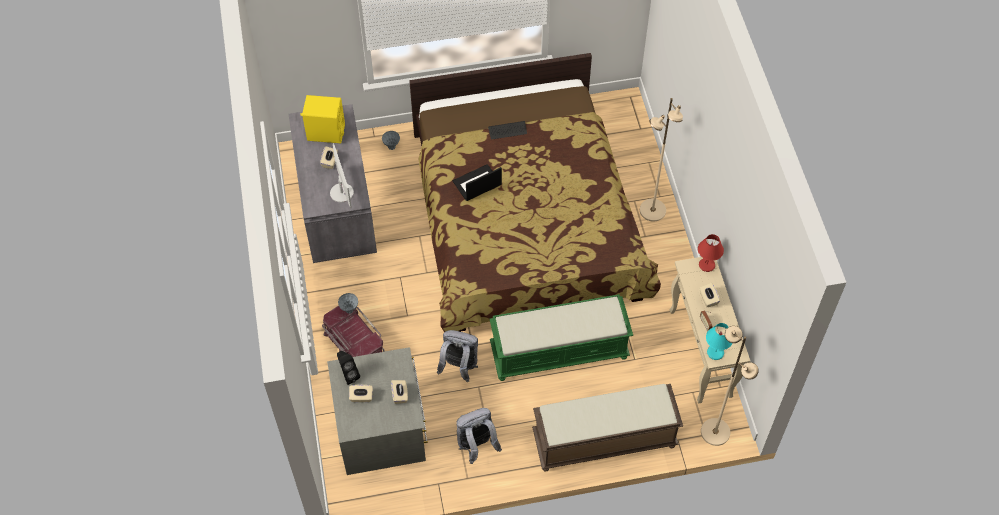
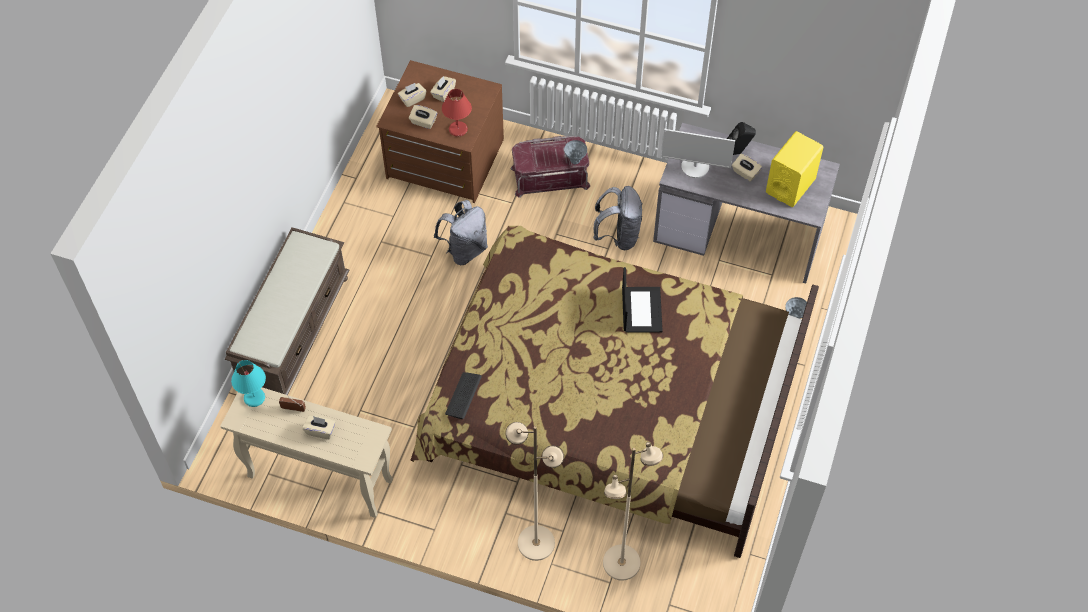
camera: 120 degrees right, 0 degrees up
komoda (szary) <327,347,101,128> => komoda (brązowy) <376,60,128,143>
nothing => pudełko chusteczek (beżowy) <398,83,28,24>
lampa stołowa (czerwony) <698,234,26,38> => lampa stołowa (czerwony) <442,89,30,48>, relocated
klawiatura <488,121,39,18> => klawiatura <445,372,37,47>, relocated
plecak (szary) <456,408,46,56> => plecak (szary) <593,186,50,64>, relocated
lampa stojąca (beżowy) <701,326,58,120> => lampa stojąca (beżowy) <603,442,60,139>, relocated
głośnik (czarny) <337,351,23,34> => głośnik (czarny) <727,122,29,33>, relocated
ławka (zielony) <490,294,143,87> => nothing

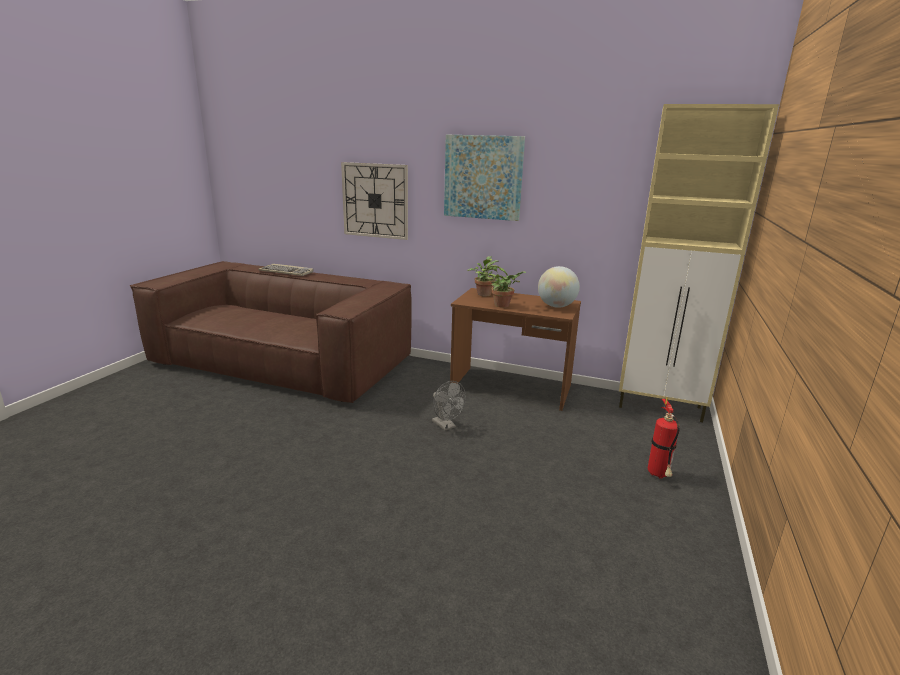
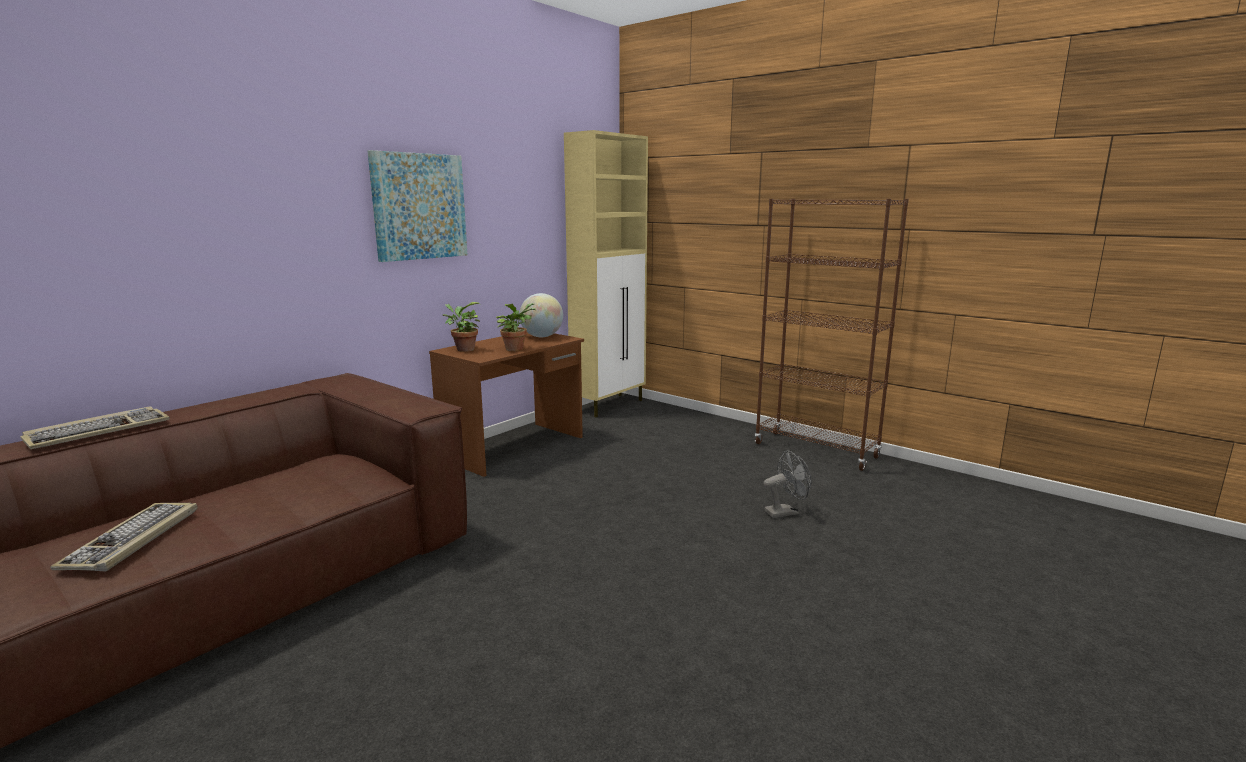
camera: 70 degrees left, 5 degrees down
nothing => klawiatura <50,503,148,68>
nothing => regał (brązowy) <755,199,154,272>
wentylator (szary) <432,381,34,50> => wentylator (szary) <764,450,47,68>, relocated
zegar ścienny <341,162,67,78> => nothing
gaśnica <648,398,32,81> => nothing

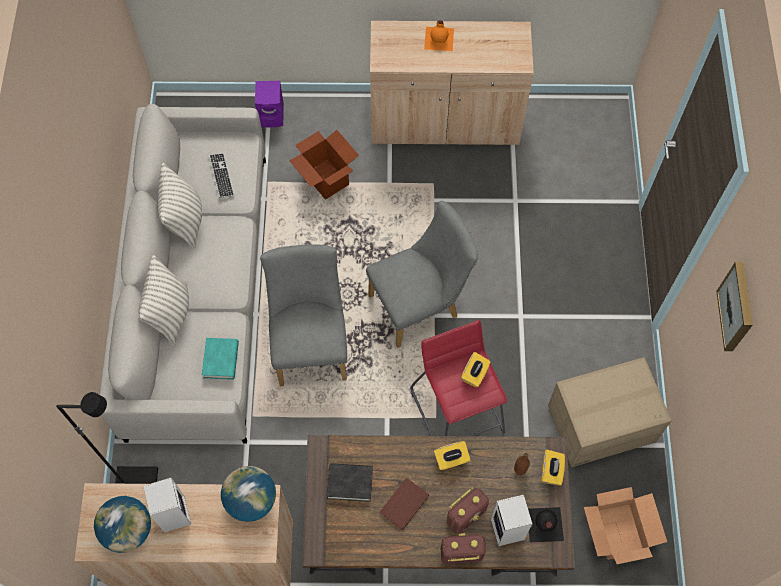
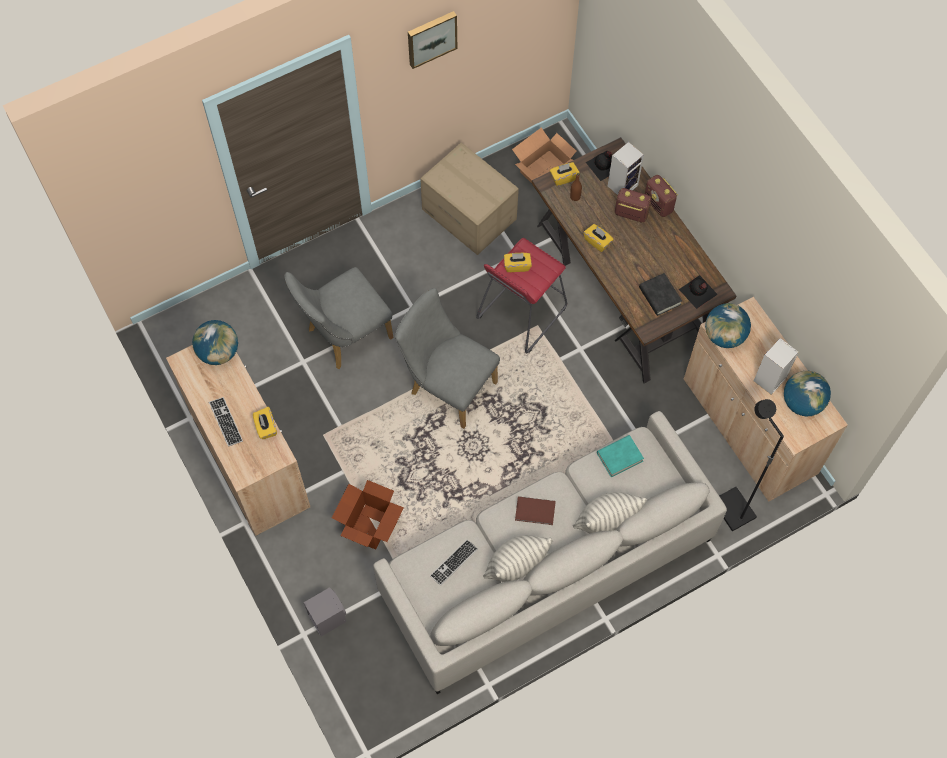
camera: 120 degrees left, 0 degrees up
nothing => globus <192,320,46,45>
butelka (pomarańczowy) <424,20,30,31> => klawiatura <209,397,34,50>
nothing => pudełko chusteczek (żółty) <253,407,24,32>
krzesło (szary) <260,244,87,142> => krzesło (szary) <284,267,110,102>, relocated
głośnik (fioletowy) <255,81,29,46> => głośnik (szary) <304,587,43,49>
książka (brązowy) <380,478,49,52> => książka (brązowy) <515,496,41,29>, relocated
nothing => butelka (czarny) <679,275,39,34>

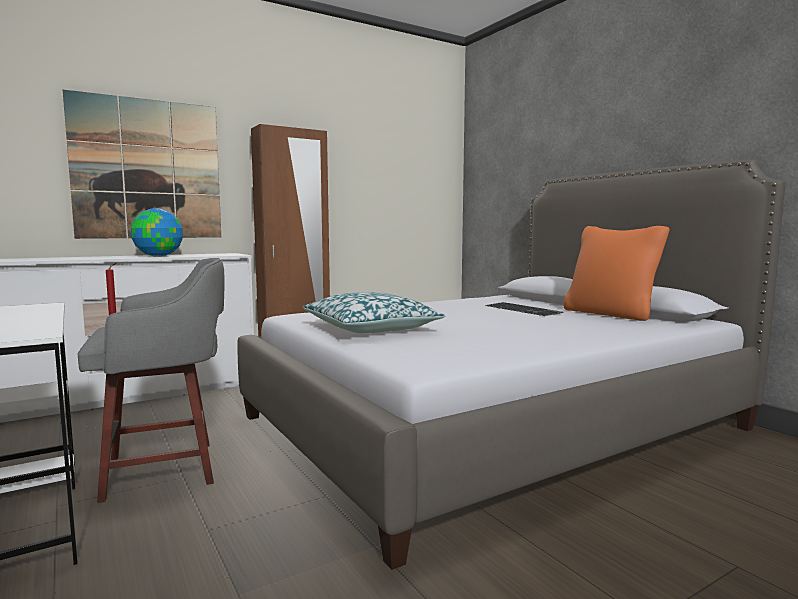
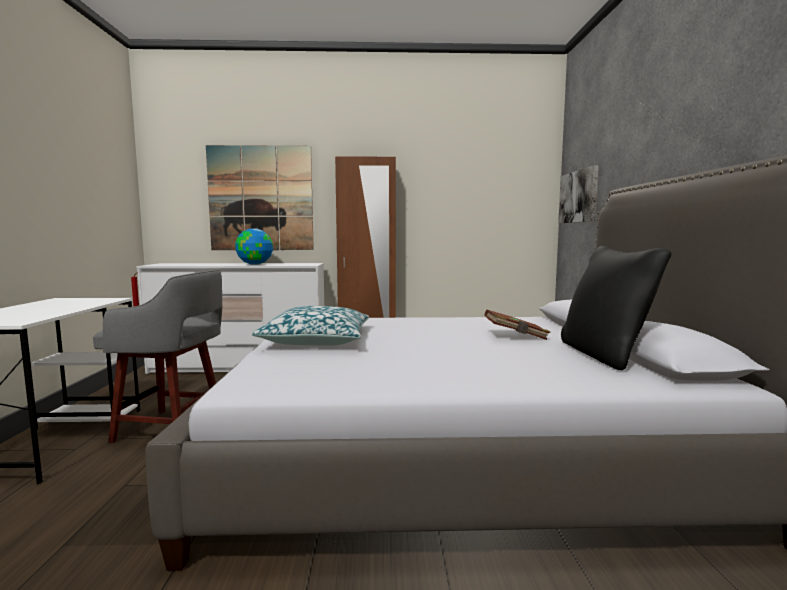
camera: 30 degrees right, 0 degrees up
klawiatura <485,302,78,14> => książka (brązowy) <484,310,67,30>
nothing => obraz <558,165,41,58>
poduszka (pomarańczowy) <563,226,107,95> => poduszka (czarny) <561,246,110,124>

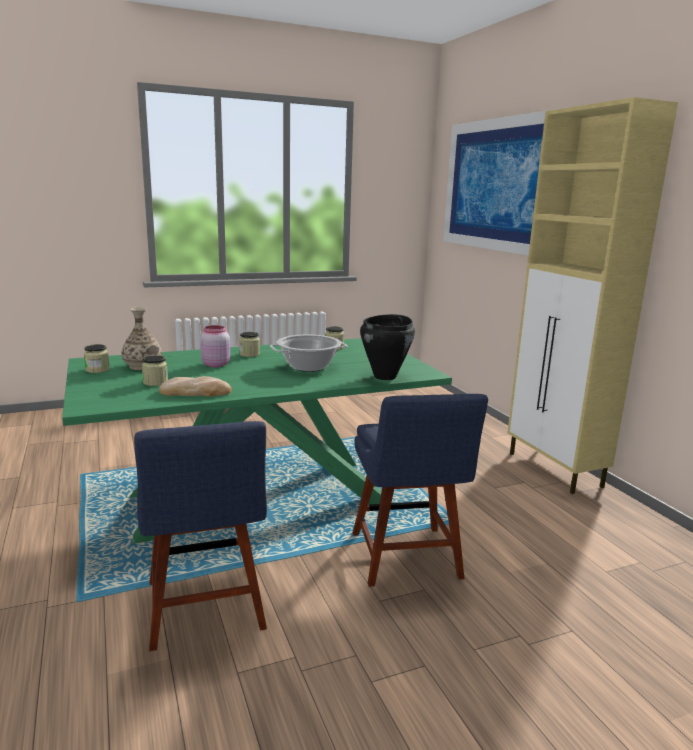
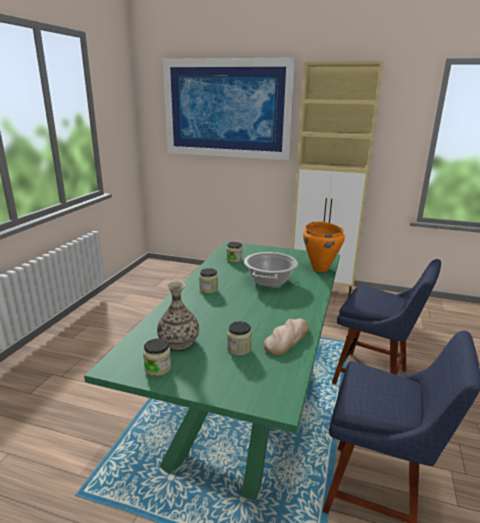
camera: 50 degrees left, 5 degrees up
garnek (czarny) <360,314,55,66> => garnek (pomarańczowy) <303,221,42,51>
słoik (różowy) <200,325,30,42> => nothing

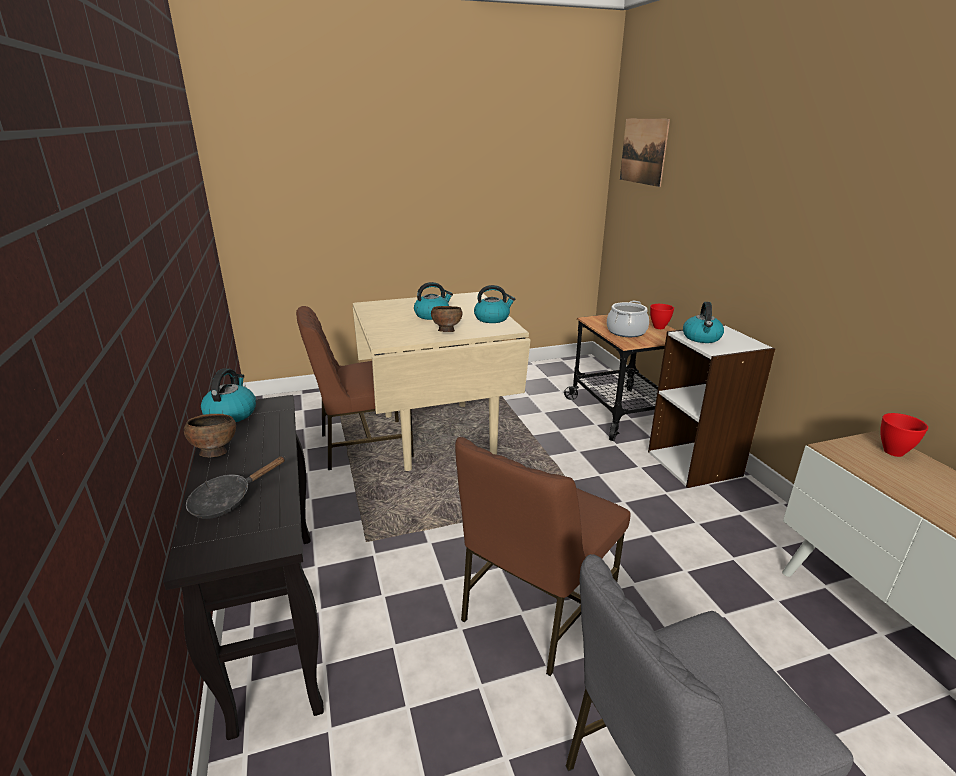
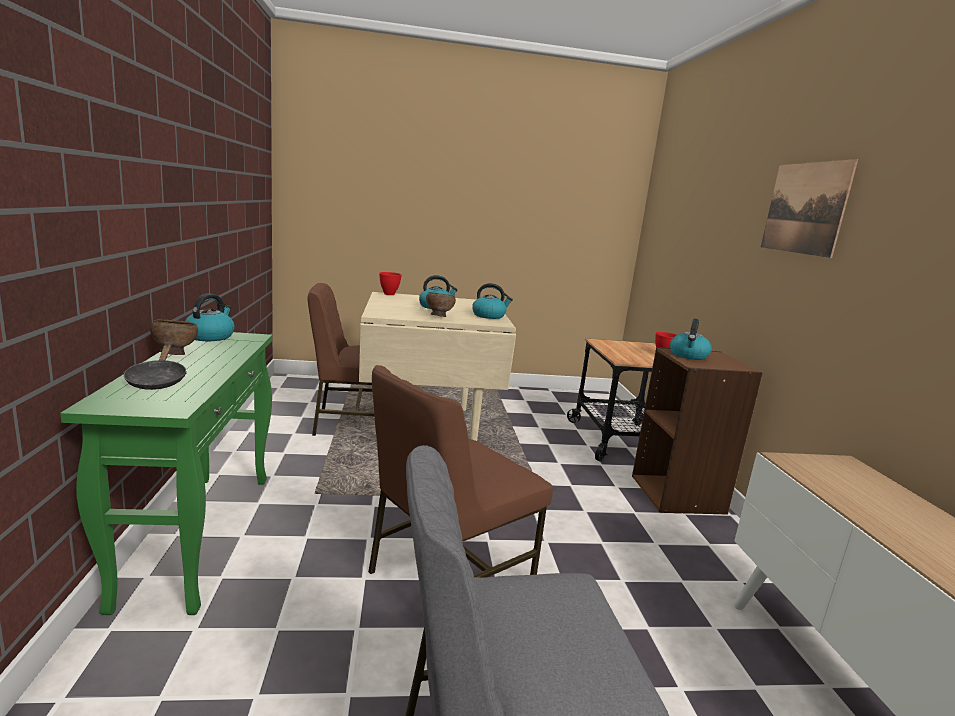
camera: 10 degrees right, 10 degrees down
stolik konsolowy (czarny) <163,395,161,345> => stolik konsolowy (zielony) <60,332,212,283>
patelnia (czarny) <186,456,99,63> => patelnia (czarny) <123,345,64,45>, 75 degrees counterclockwise
miska (czerwony) <880,413,48,44> => miska (czerwony) <379,272,23,23>, relocated
regał (biały) <648,325,127,163> => regał (brązowy) <632,347,131,168>
obraz <620,119,50,68> => obraz <761,159,97,99>, relocated
garnek <607,301,42,36> => nothing

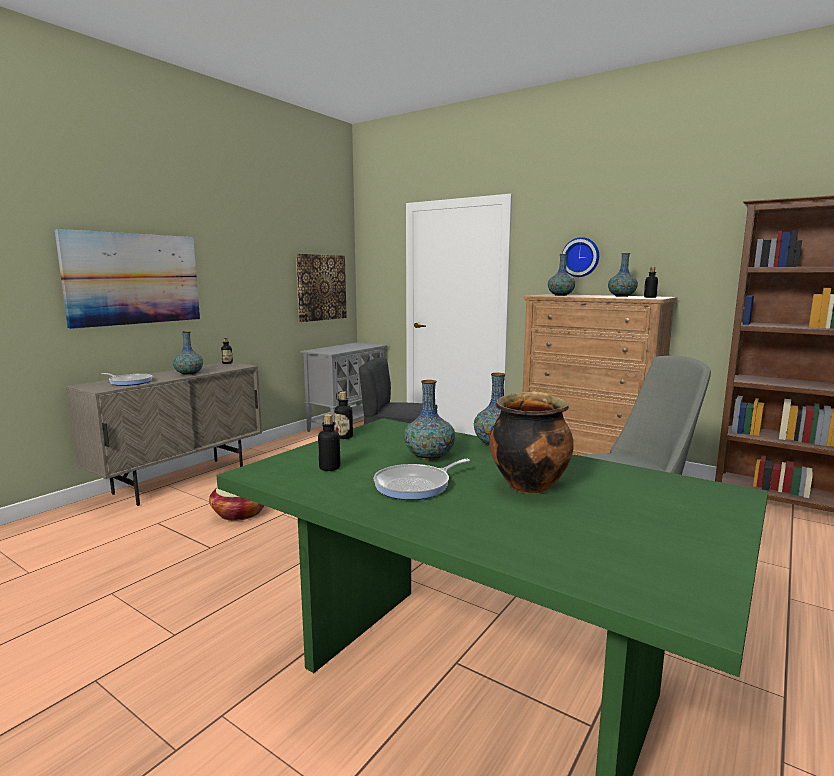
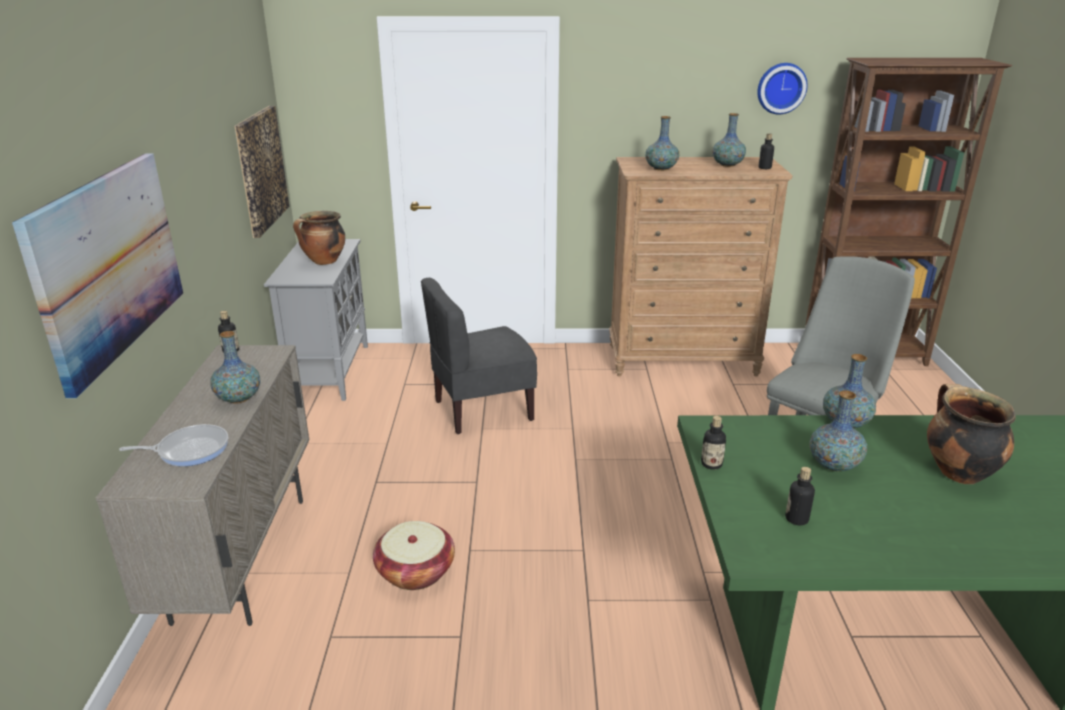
camera: 35 degrees left, 15 degrees up
nothing => garnek <293,211,52,54>
zegar ścienny <562,237,37,40> => zegar ścienny <757,63,51,51>, relocated
patelnia <374,459,96,41> => nothing

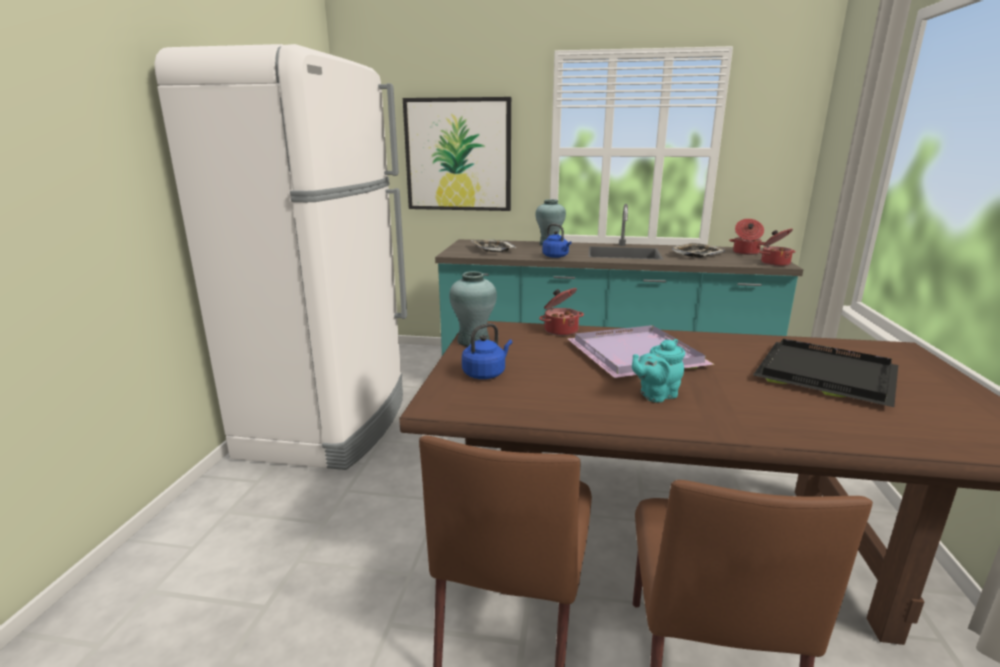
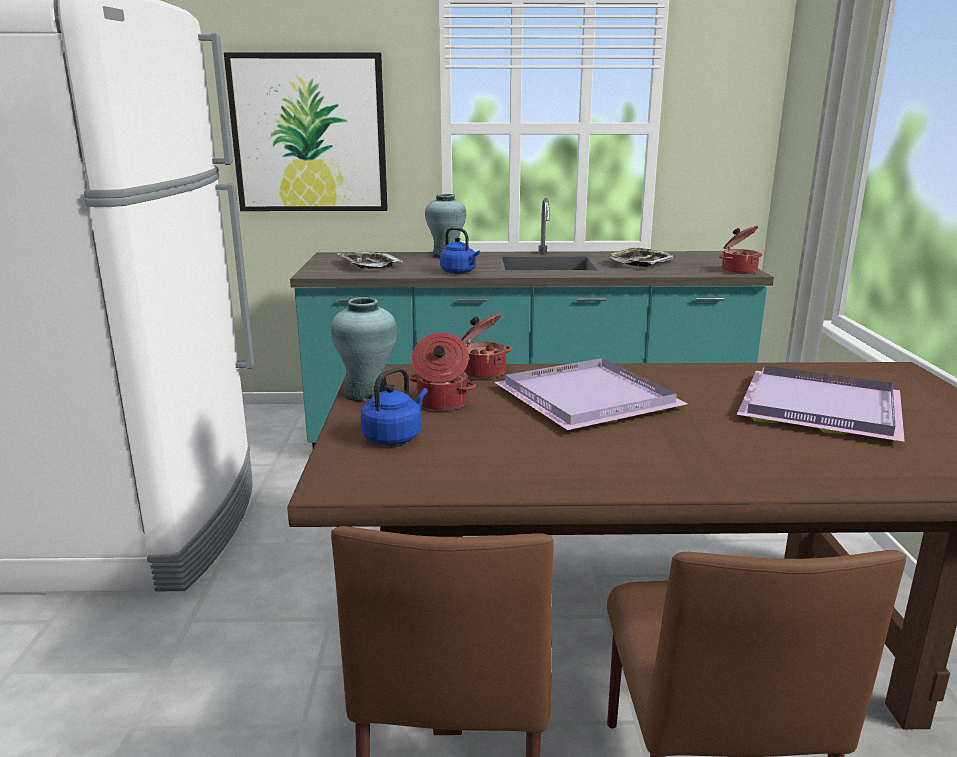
camera: 10 degrees left, 0 degrees up
garnek <729,219,36,36> => garnek <409,333,67,78>, relocated
taca (czarny) <753,338,145,69> => taca (fioletowy) <737,366,168,76>
imbryk (turkusowy) <632,339,53,63> => nothing

